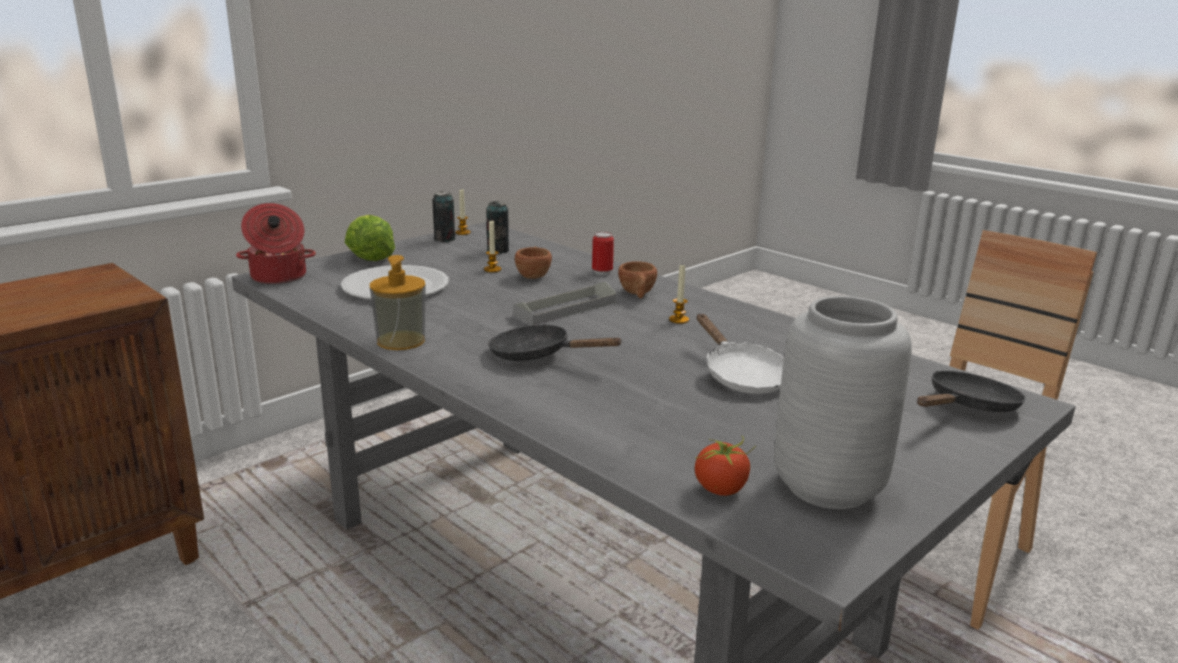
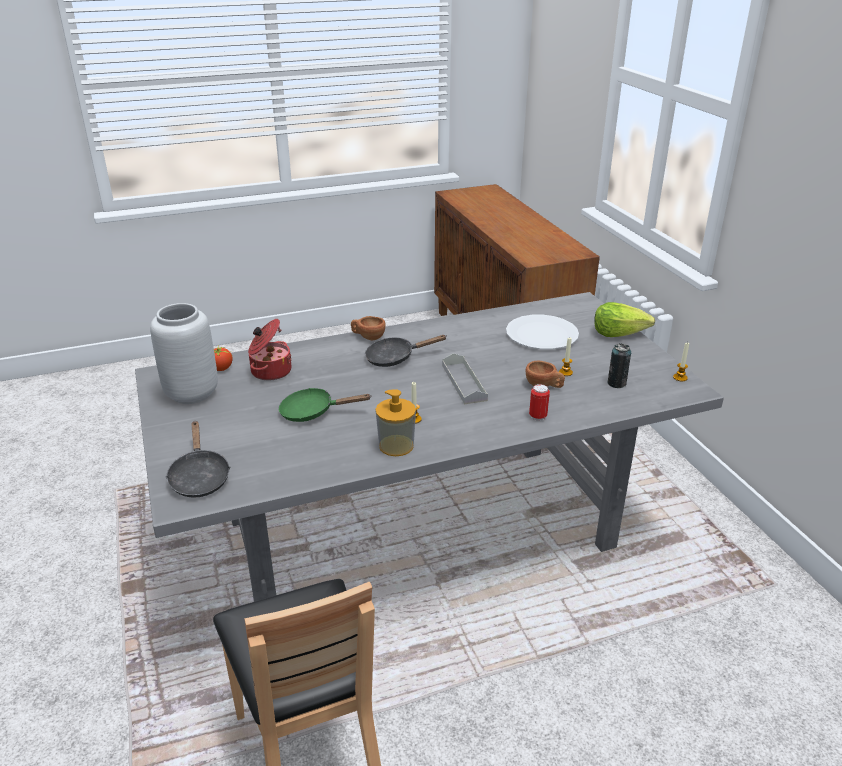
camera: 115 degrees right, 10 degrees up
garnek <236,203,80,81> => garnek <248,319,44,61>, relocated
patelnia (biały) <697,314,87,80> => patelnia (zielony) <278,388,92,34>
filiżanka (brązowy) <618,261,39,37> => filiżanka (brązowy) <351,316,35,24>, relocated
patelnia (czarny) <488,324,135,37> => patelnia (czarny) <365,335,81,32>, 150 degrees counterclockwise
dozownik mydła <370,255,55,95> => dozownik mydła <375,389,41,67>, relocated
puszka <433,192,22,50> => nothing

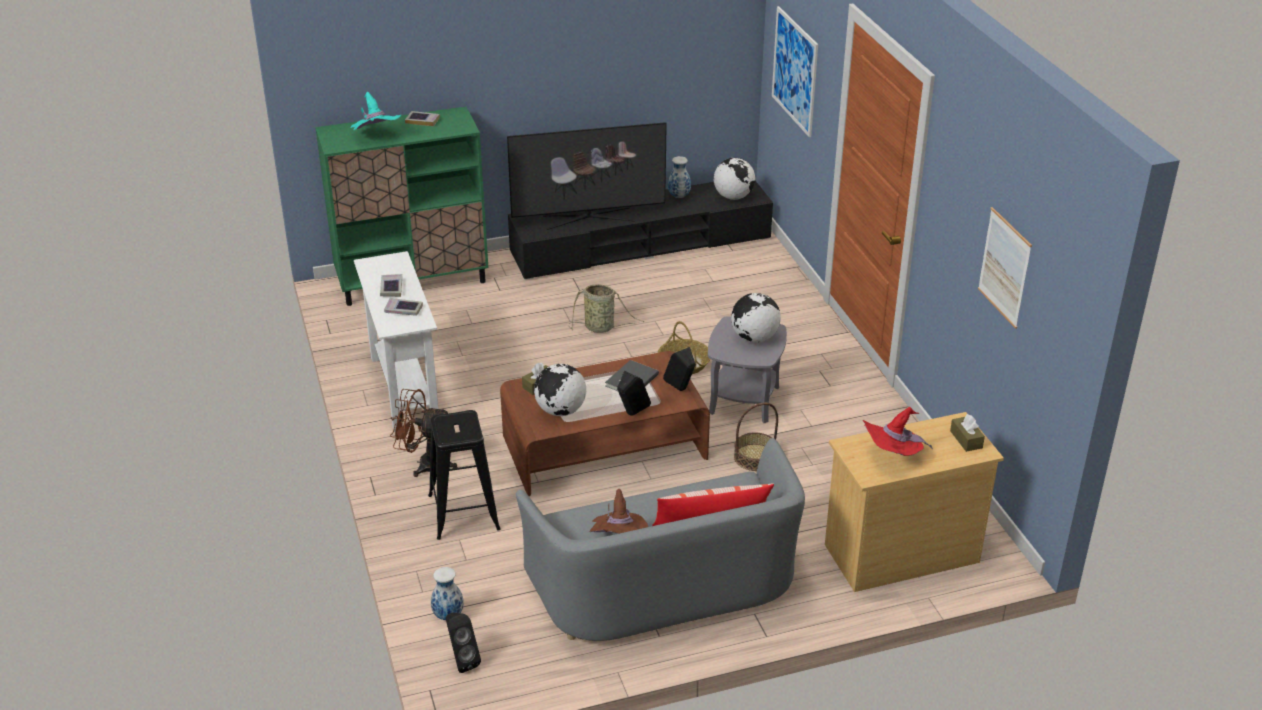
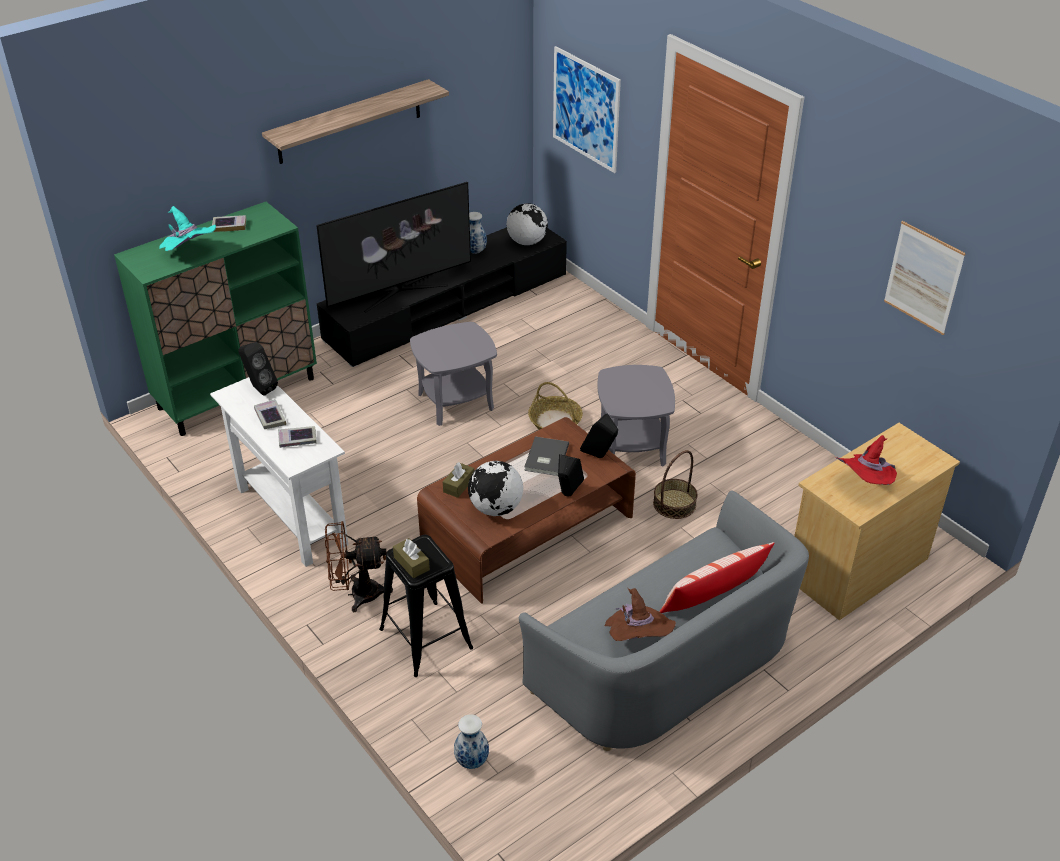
camera: 20 degrees left, 5 degrees up
głośnik (czarny) <446,613,35,60> => głośnik (czarny) <238,342,40,54>, relocated
nothing => półka <262,79,187,85>
pudełko chusteczek (brązowy) <950,414,35,38> => pudełko chusteczek (brązowy) <393,538,37,40>, relocated
koszyk <568,284,76,49> => stolik (szary) <410,322,87,104>
globus <731,293,50,50> => nothing

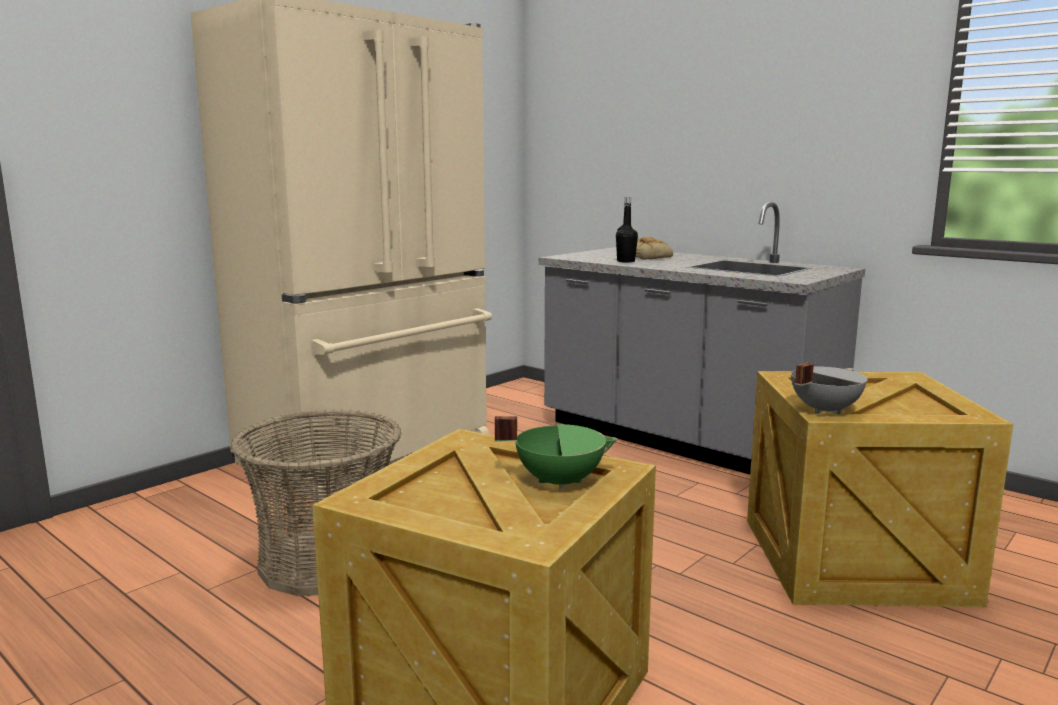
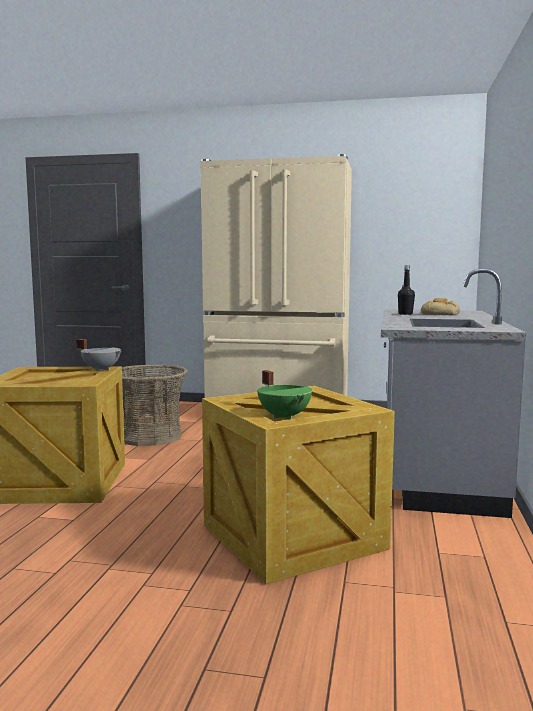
camera: 60 degrees right, 5 degrees down
garnek (szary) <791,363,77,52> => garnek (szary) <76,339,46,32>, relocated
garnek (zielony) <495,416,123,75> => garnek (zielony) <257,370,55,49>, relocated

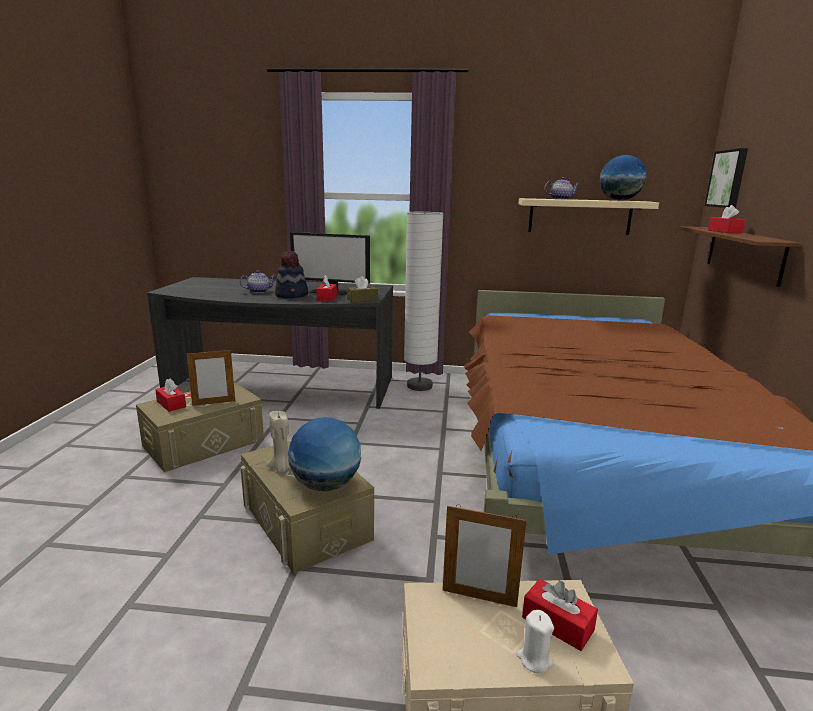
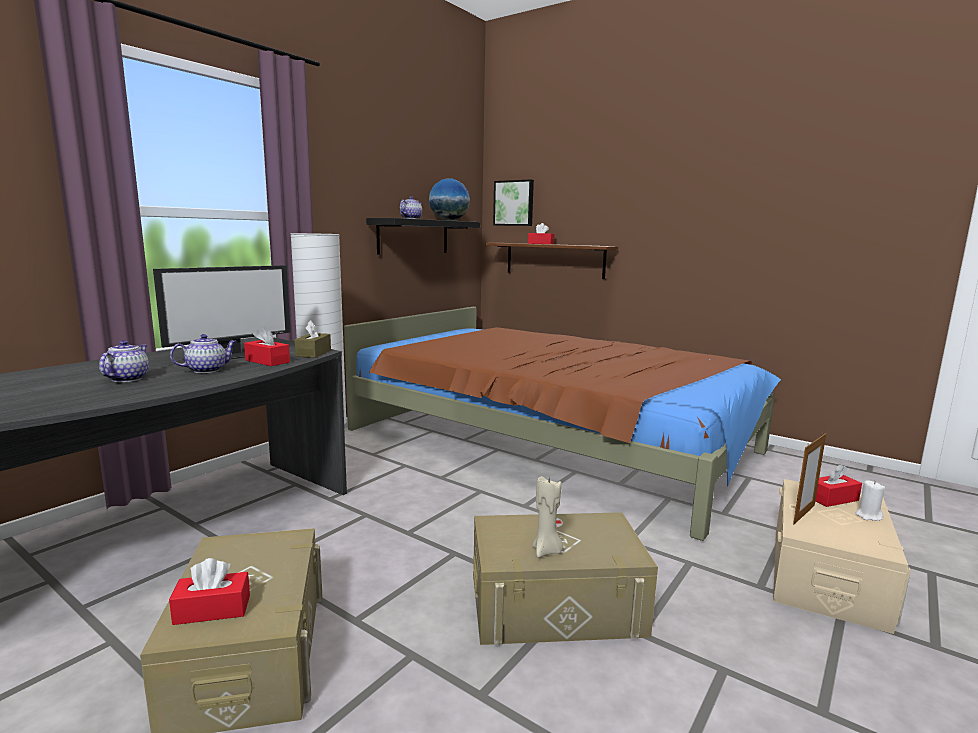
camera: 60 degrees left, 5 degrees down
kapelusz <275,251,33,47> => imbryk <170,334,67,39>
półka (beżowy) <518,198,141,37> => półka (czarny) <366,218,114,37>
ramka na zdjęcie <186,349,49,57> => nothing
globus <288,417,73,74> => nothing

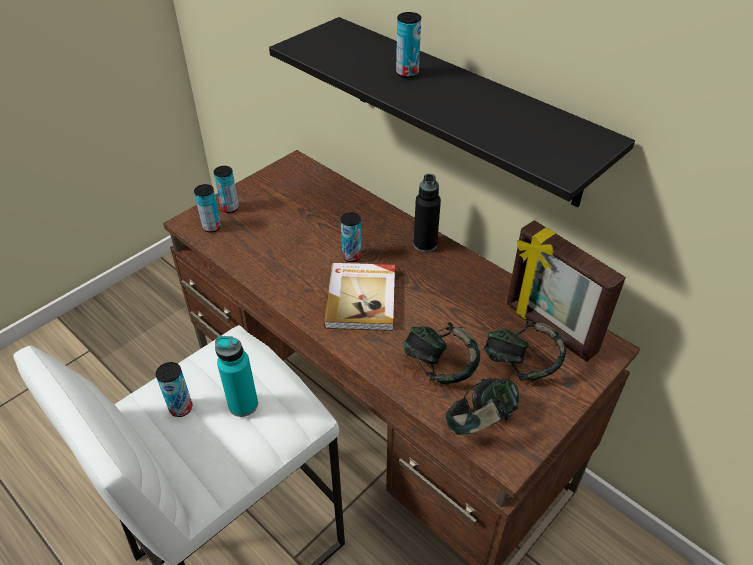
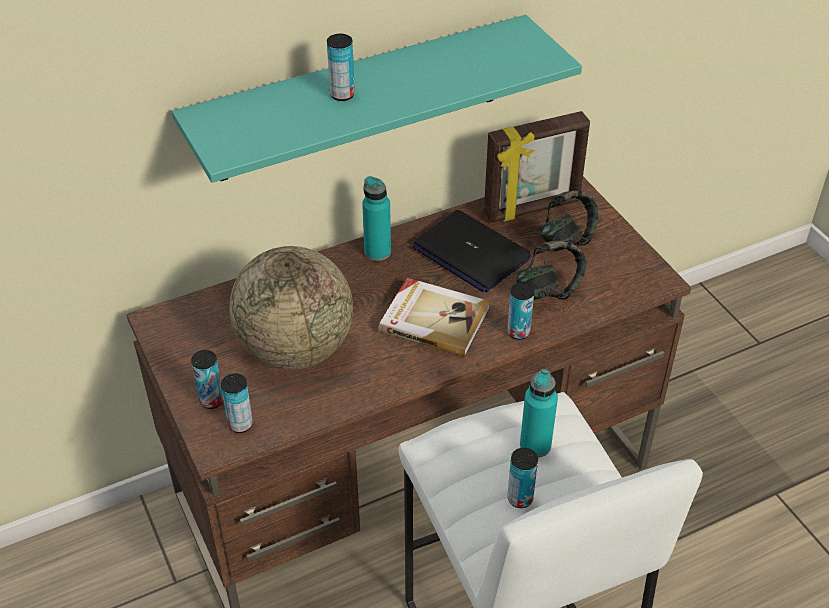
camera: 70 degrees left, 0 degrees up
półka (czarny) <269,17,366,190> => półka (turkusowy) <172,15,410,168>
nothing => globus <229,246,124,124>
butelka (czarny) <413,174,28,78> => butelka (turkusowy) <362,176,29,85>
nothing => laptop <412,210,119,82>
puszka <341,212,21,50> => puszka <507,283,27,57>, relocated
słuchawki <446,378,73,57> => nothing

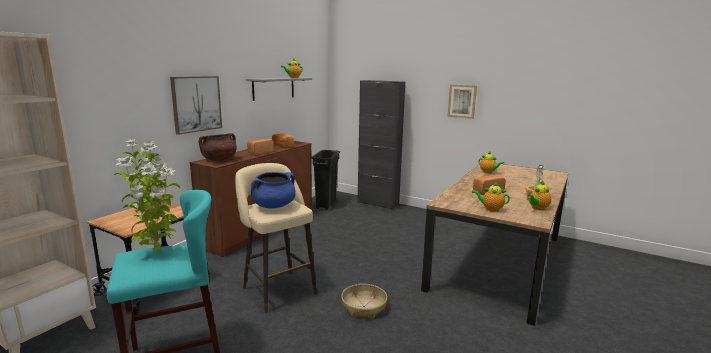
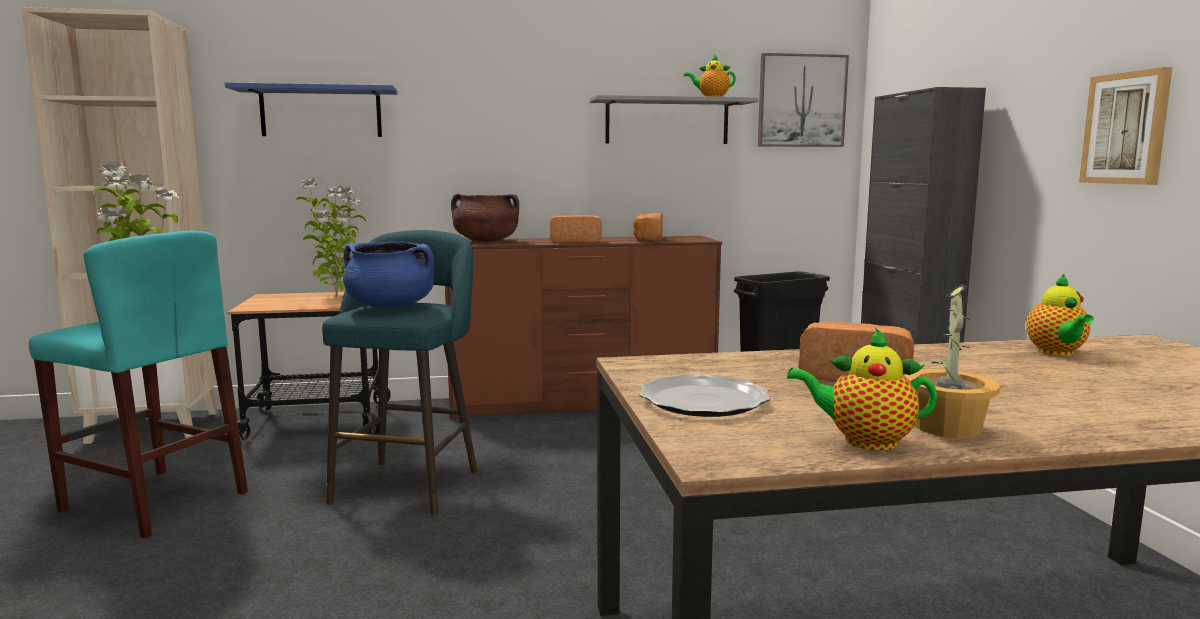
camera: 50 degrees right, 5 degrees down
nothing => półka (niebieski) <225,82,173,55>
stołek (beżowy) <235,163,82,150> => stołek (turkusowy) <322,230,156,285>
imbryk <472,181,38,31> => talerz <639,374,131,43>
obraz <170,76,52,59> => obraz <758,53,91,94>, relocated
koszyk <341,284,46,34> => nothing

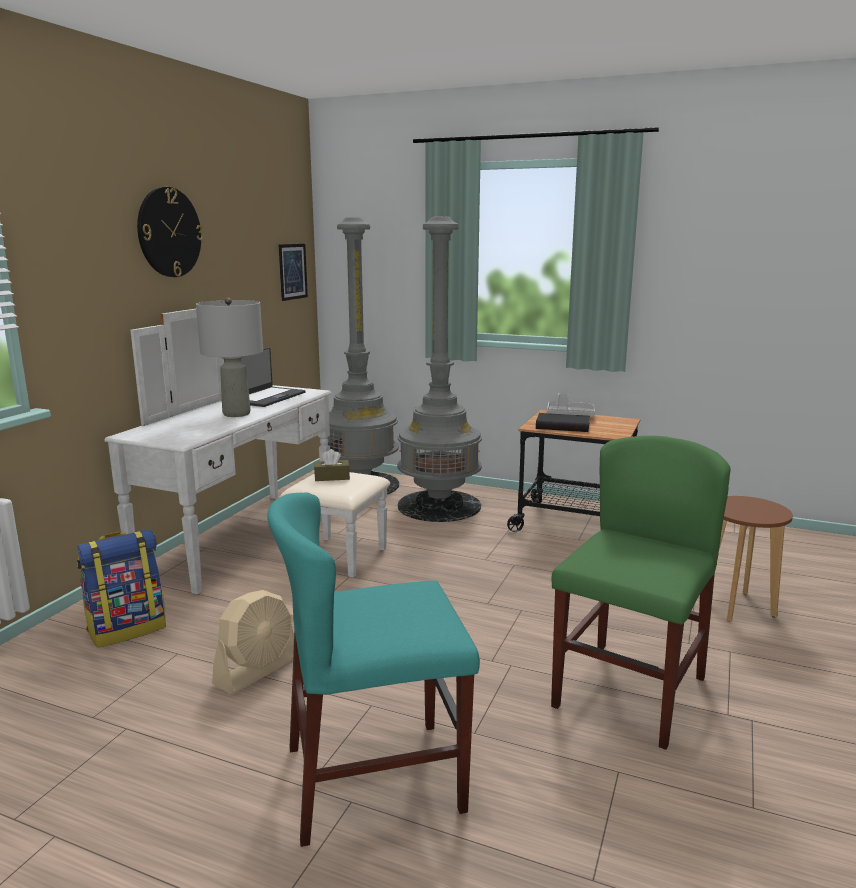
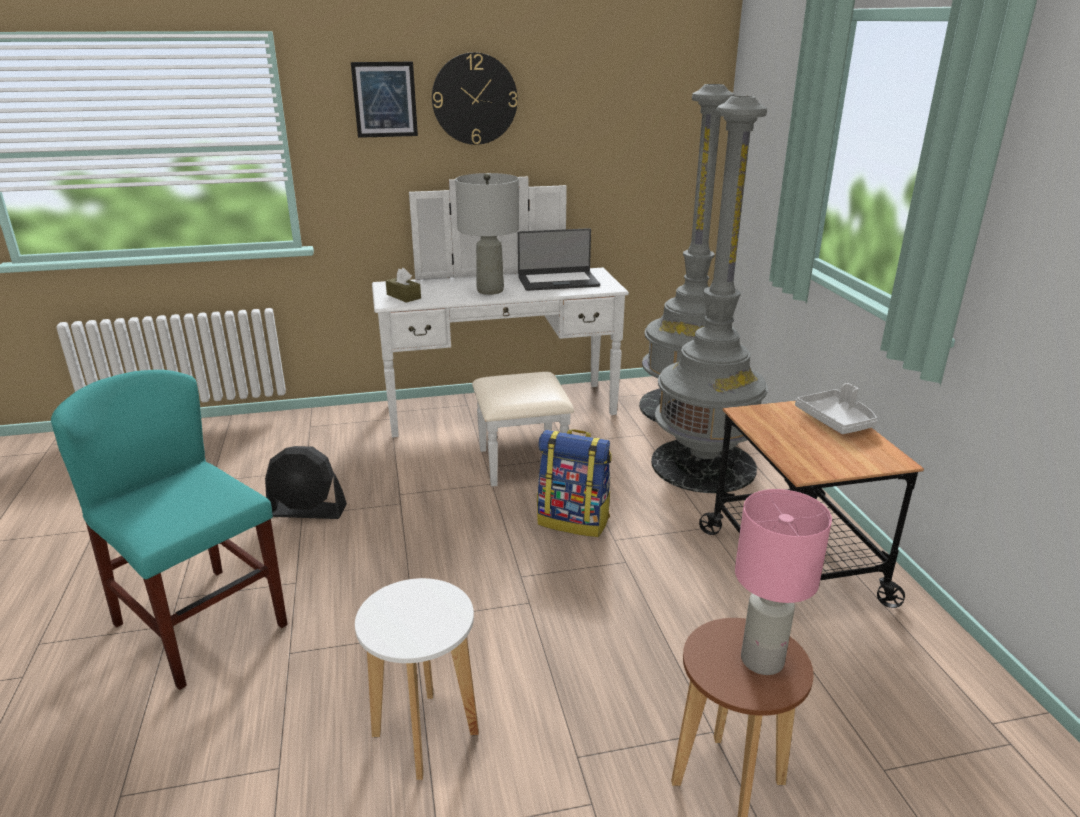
camera: 55 degrees right, 10 degrees up
wentylator (beżowy) <212,590,82,105> => wentylator (czarny) <265,446,82,73>
obraz <278,244,30,57> => obraz <351,62,67,76>, relocated
krzesło (zielony) <551,436,180,314> => stołek (biały) <355,578,124,202>
pudełko chusteczek (brązowy) <314,449,36,32> => pudełko chusteczek (brązowy) <386,268,35,35>, relocated
plecak <77,529,89,119> => plecak <537,429,75,108>, relocated
nothing => lampa stołowa (różowy) <735,489,97,186>
książka (czarny) <536,413,54,19> => nothing

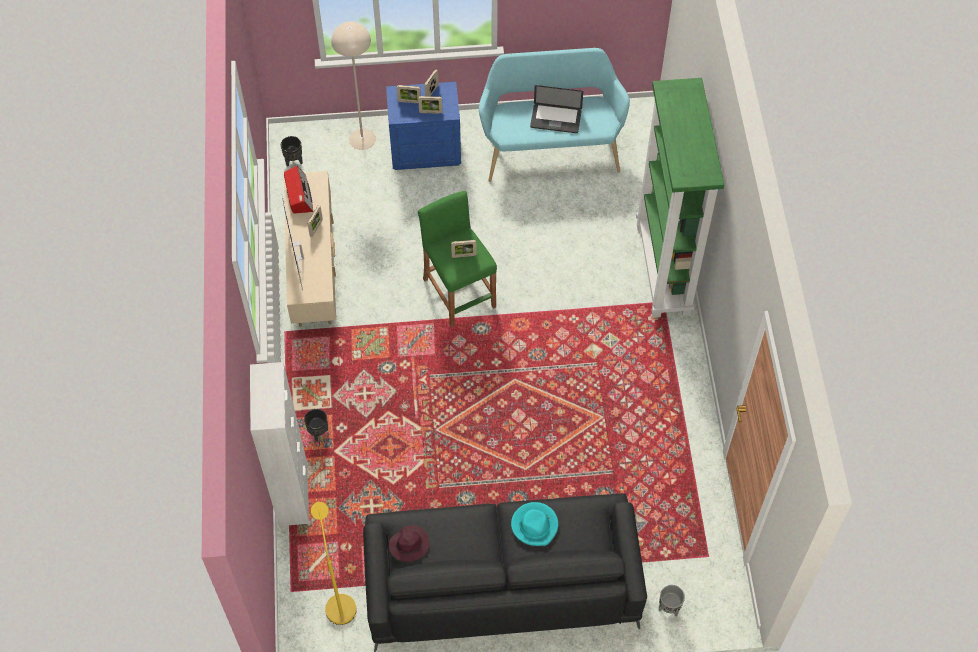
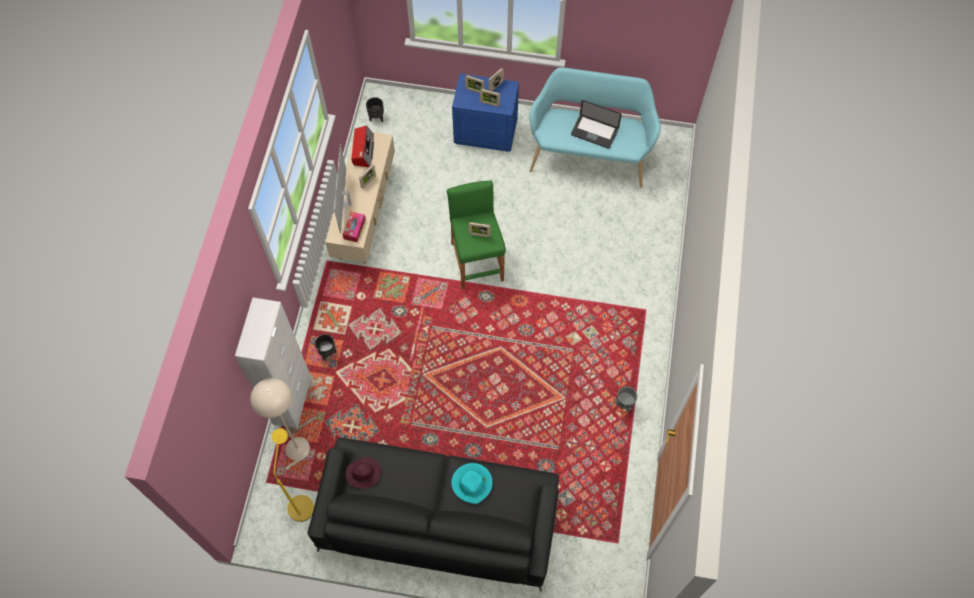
camera: 15 degrees right, 5 degrees up
lampa stojąca (beżowy) <331,21,45,129> => lampa stojąca (beżowy) <251,378,59,82>, relocated
nothing => pudełko chusteczek <342,212,24,30>
donica (szary) <659,585,26,31> => donica (szary) <616,386,22,26>, relocated
regał (zielony) <636,78,88,240> => nothing

